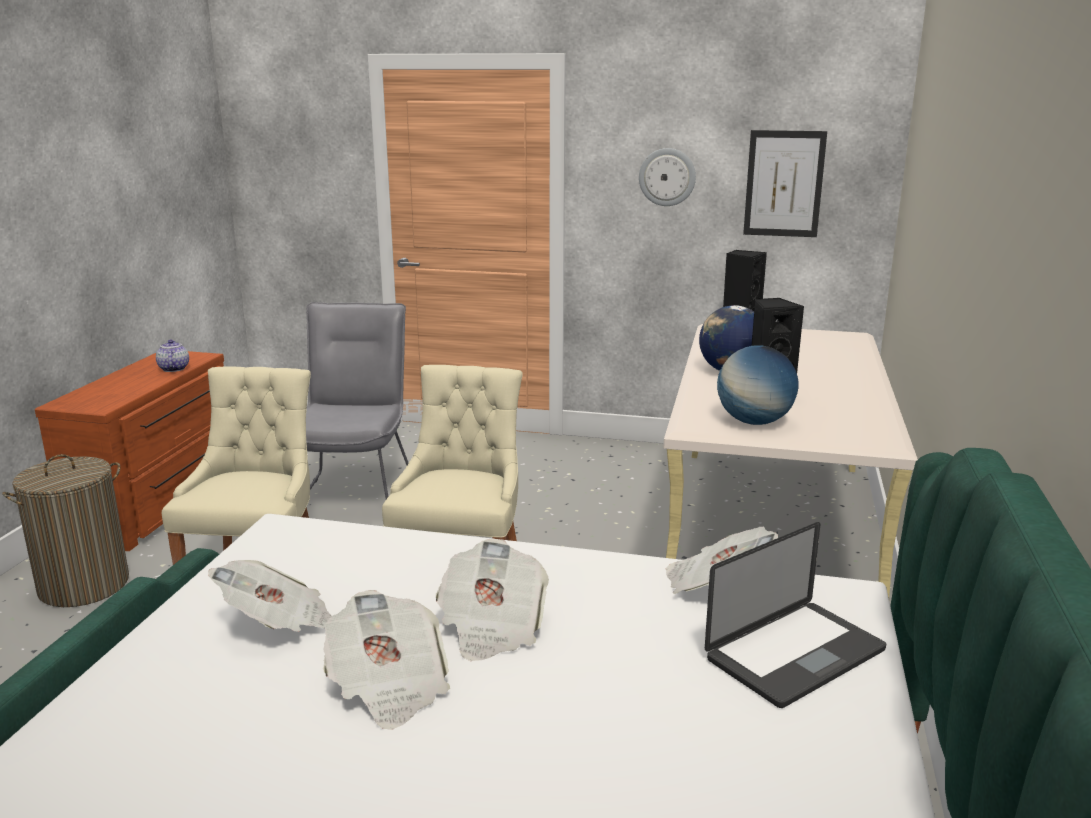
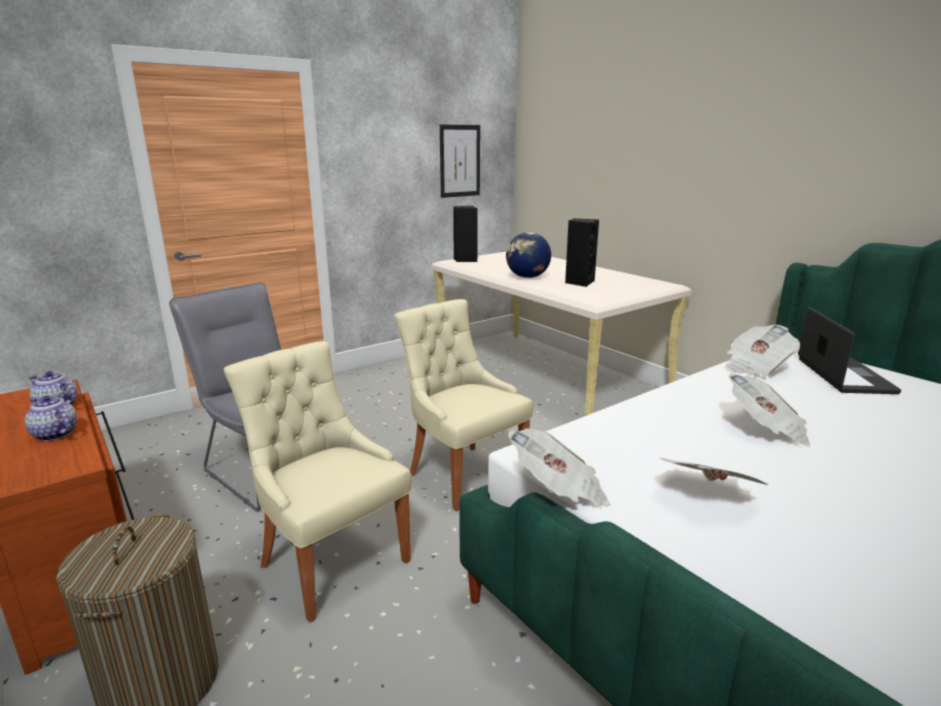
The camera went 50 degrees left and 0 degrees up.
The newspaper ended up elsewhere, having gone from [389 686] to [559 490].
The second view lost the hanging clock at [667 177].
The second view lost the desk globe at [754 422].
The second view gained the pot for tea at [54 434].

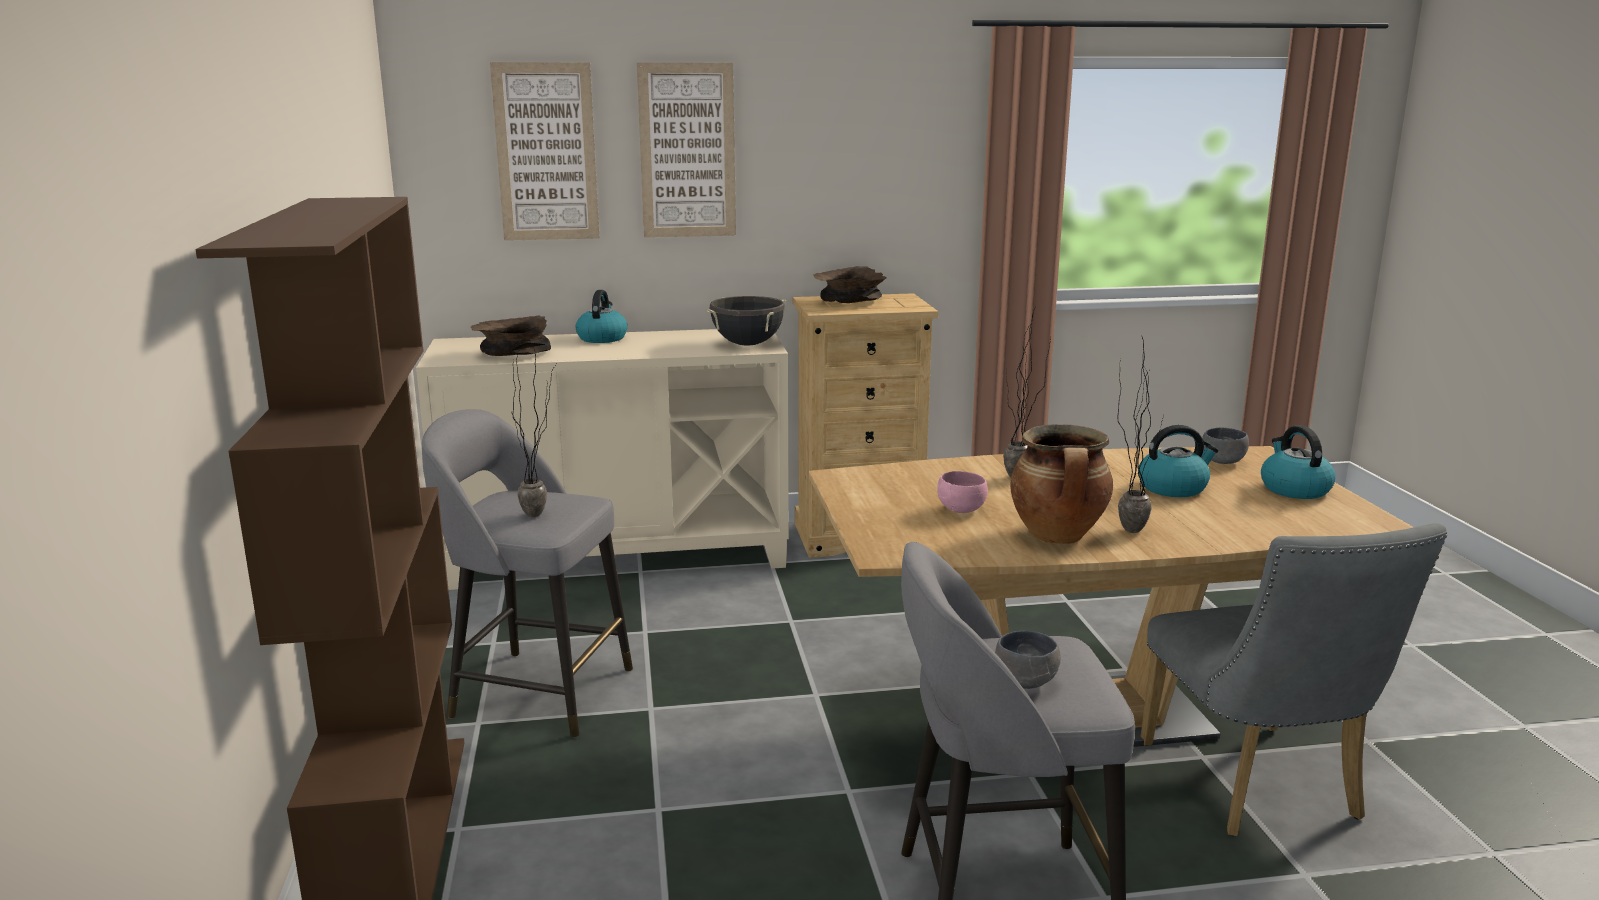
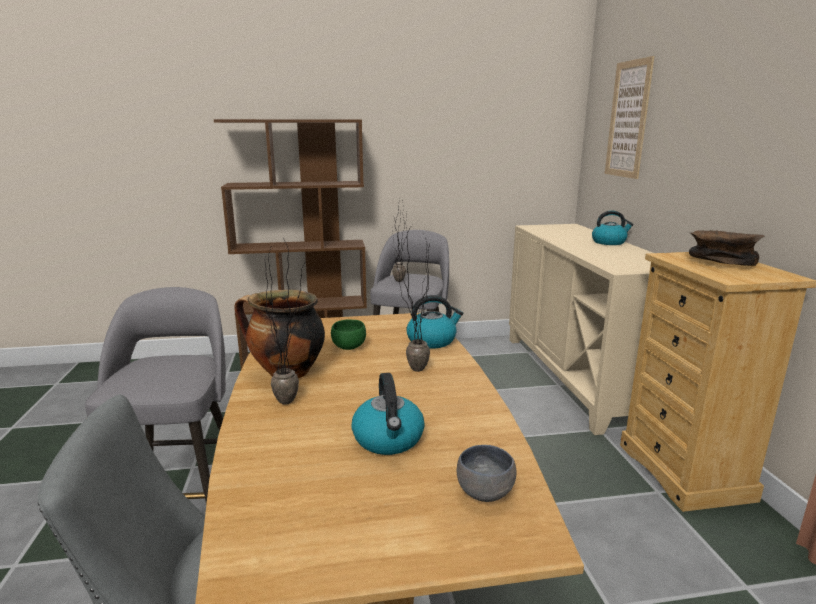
The camera went 90 degrees right and 0 degrees up.
The second view lost the brown-coloured serving bowl at [512 355].
The second view lost the wall art at [687 151].
The second view lost the black-coloured stockpot at [747 344].
What was the pinkish serving bowl at [963 510] turned into the green serving bowl at [349 348].
The second view lost the grey serving bowl at [1023 681].
The water kettle ended up elsewhere, having gone from [1294 489] to [432 340].

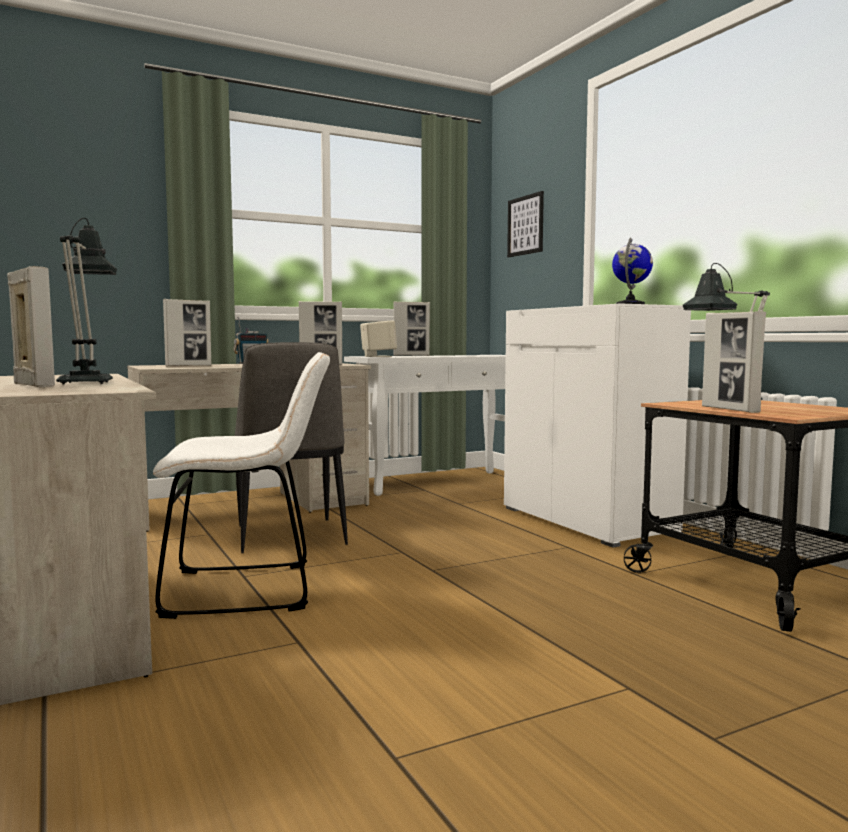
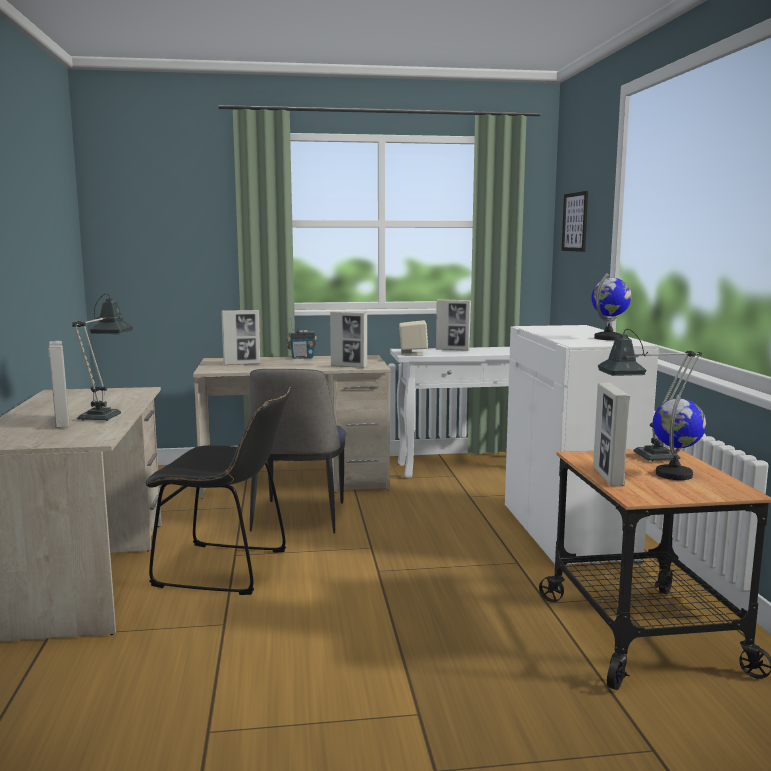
The camera went 20 degrees right and 5 degrees up.
What was the white-coloured chair at [250 589] turned into the black-coloured chair at [229 569].
The second view gained the desk globe at [674 474].

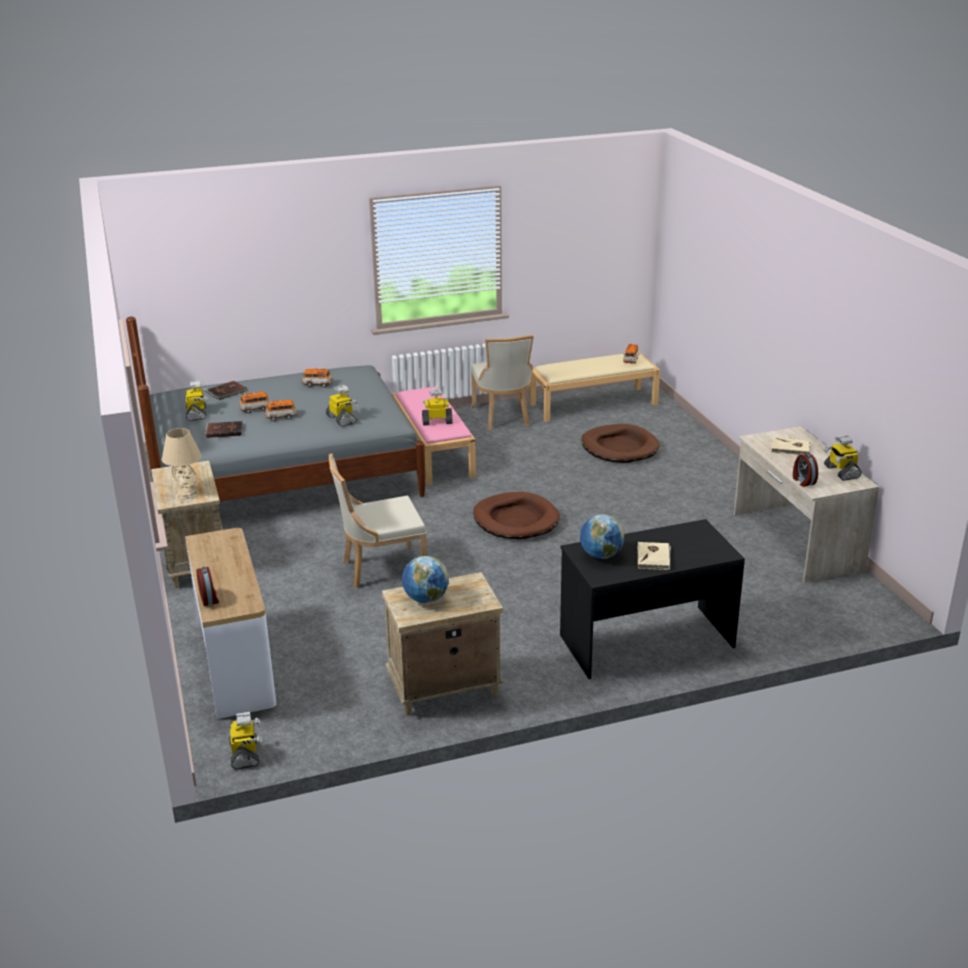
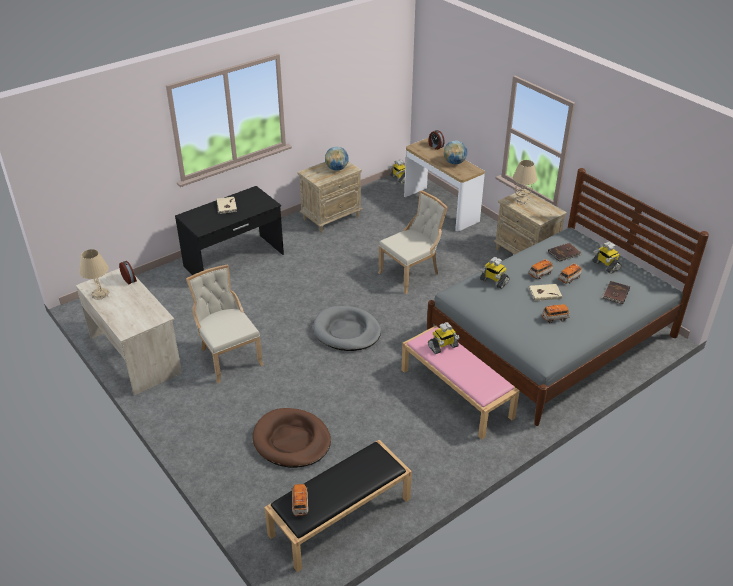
The camera went 160 degrees right and 10 degrees up.
The beige chair ended up elsewhere, having gone from [503 417] to [228 356].
What was the brown-coloured pet bed at [516 520] turned into the grey pet bed at [347 331].
What was the beige indoor bench at [594 404] turned into the black-coloured indoor bench at [340 517].
The desk globe ended up elsewhere, having gone from [601 555] to [454 162].
The beige book ended up elsewhere, having gone from [790 448] to [544 293].
Where the model robot stood at [841 472], the beige table lamp came to stand at [99 294].

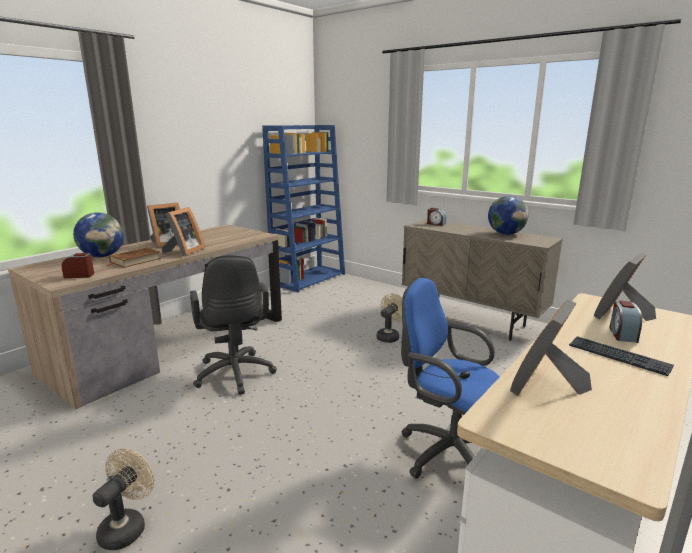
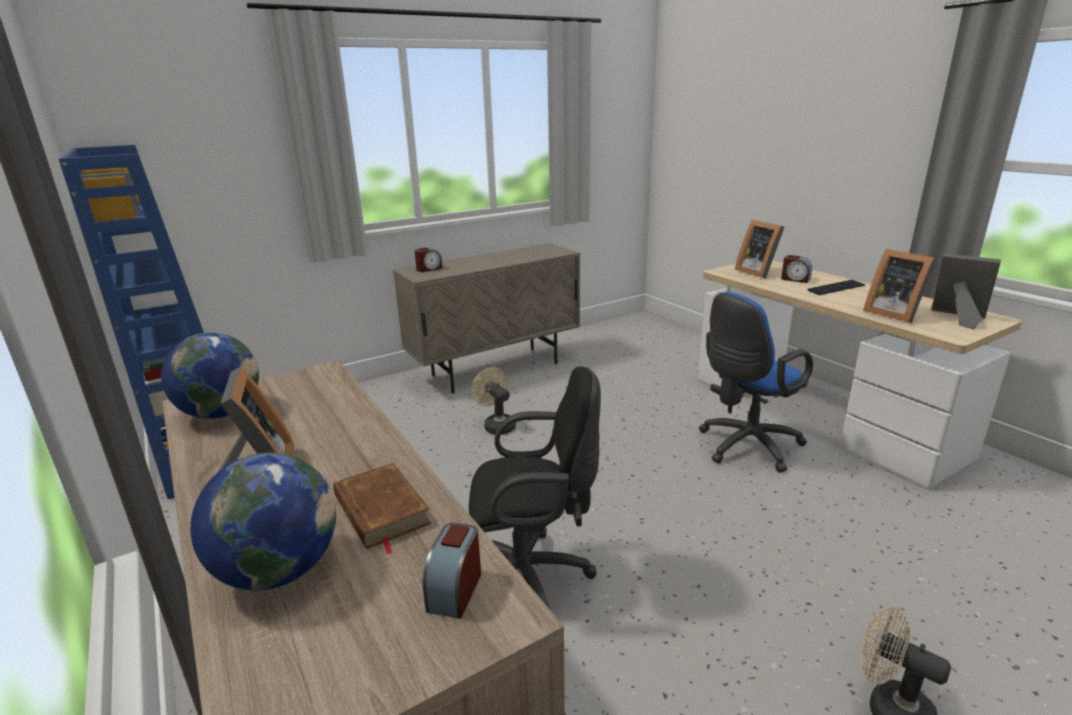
The camera went 70 degrees left and 5 degrees up.
The standing frame ended up elsewhere, having gone from [184 251] to [958 318].
The desk globe ended up elsewhere, having gone from [505 234] to [221 413].

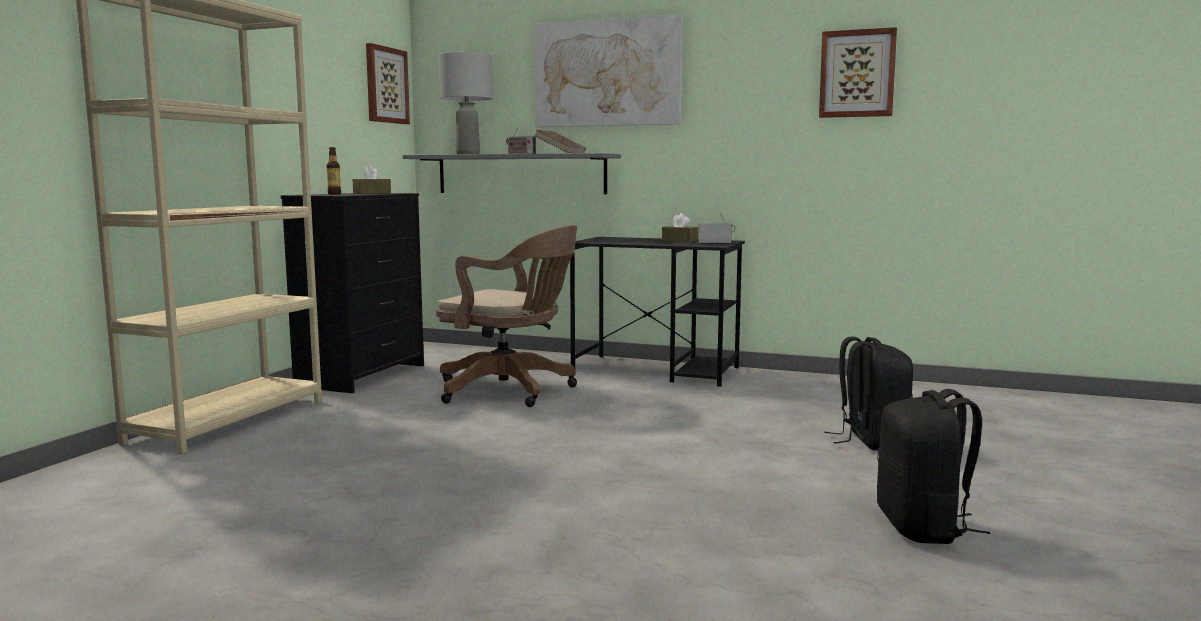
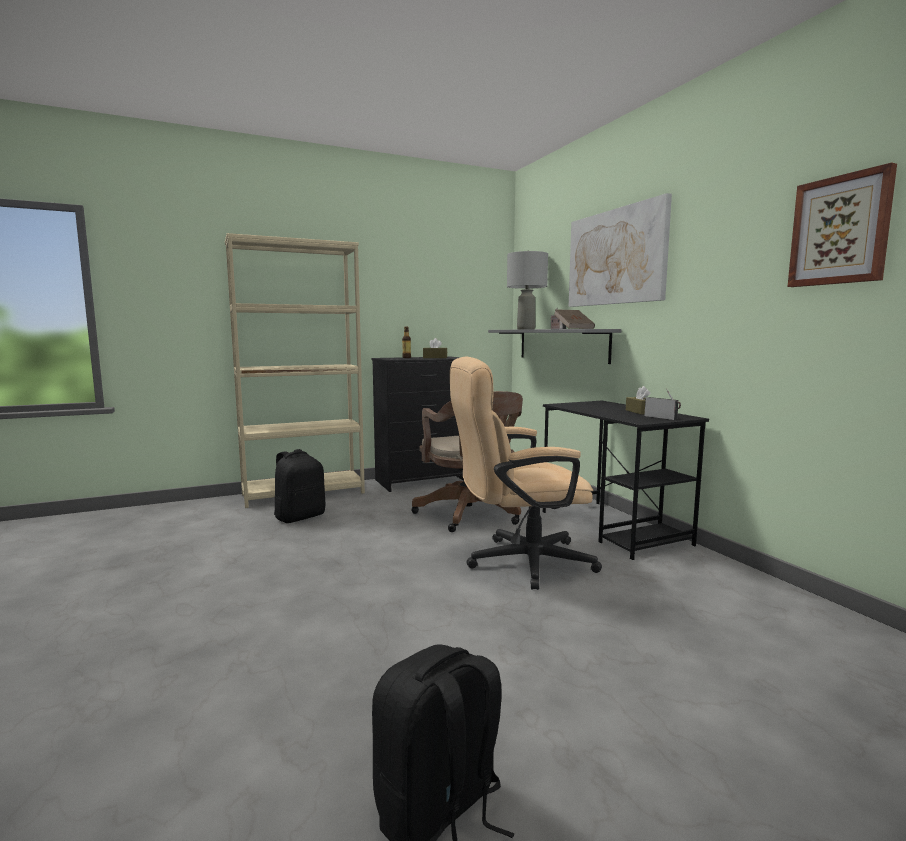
The camera went 45 degrees right and 0 degrees up.
The second view lost the wall art at [386 85].
The black-coloured backpack ended up elsewhere, having gone from [870 441] to [300 517].
The second view gained the beige desk chair at [518 562].

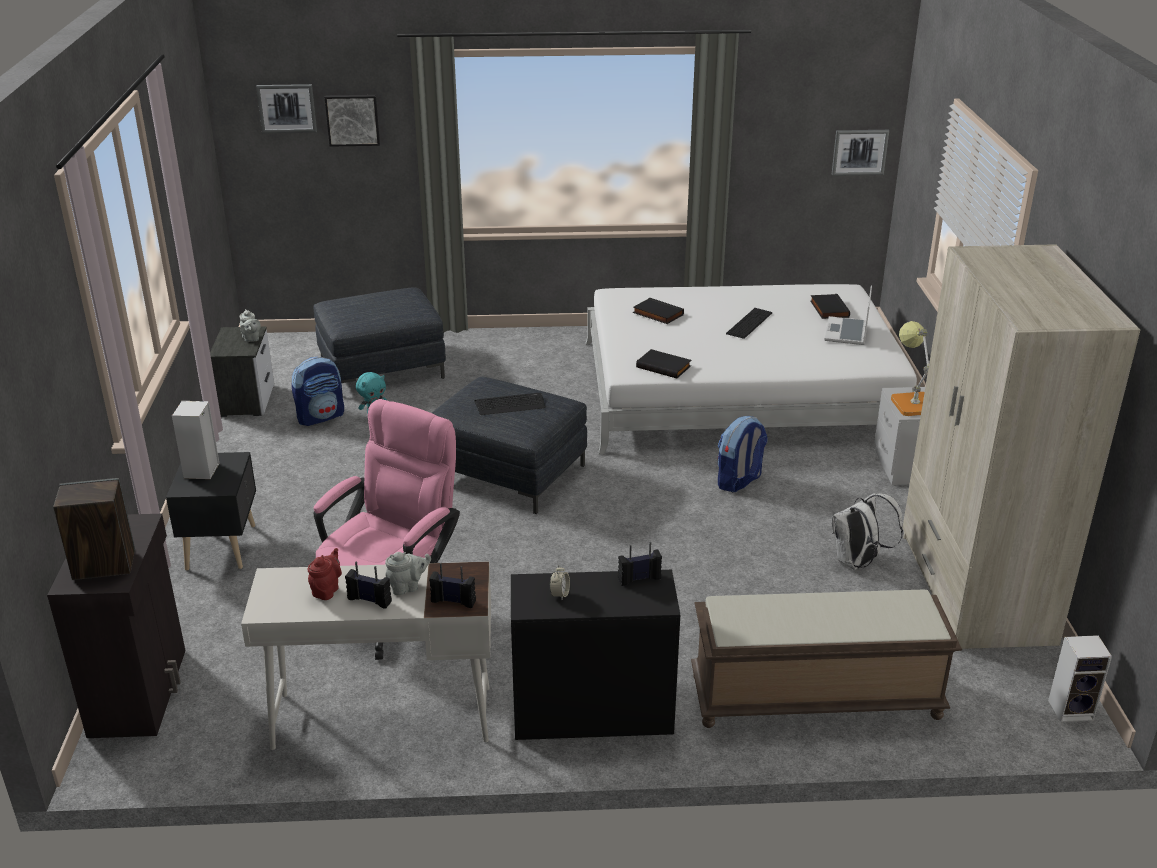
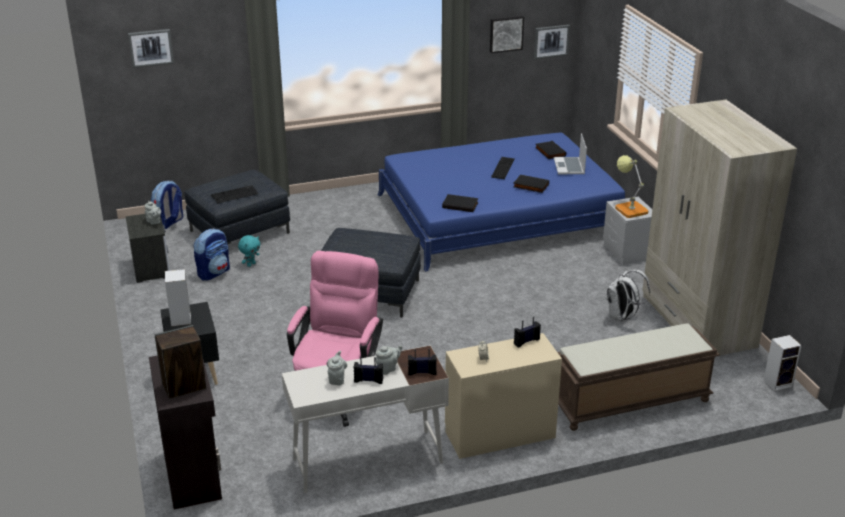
The camera went 15 degrees left and 0 degrees up.
What was the reddish pot for tea at [327 590] turned into the grey pot for tea at [337 379].
The wall art ended up elsewhere, having gone from [352 119] to [506 33].
The keyboard ended up elsewhere, having gone from [510 405] to [235 195].
What was the black-coloured dresser at [591 711] turned into the beige dresser at [498 433].
What was the white-coloured bed at [740 390] turned into the blue-coloured bed at [499 215].
The black-coloured book ended up elsewhere, having gone from [657 314] to [530 186].
The backpack ended up elsewhere, having gone from [739 482] to [169 223].

